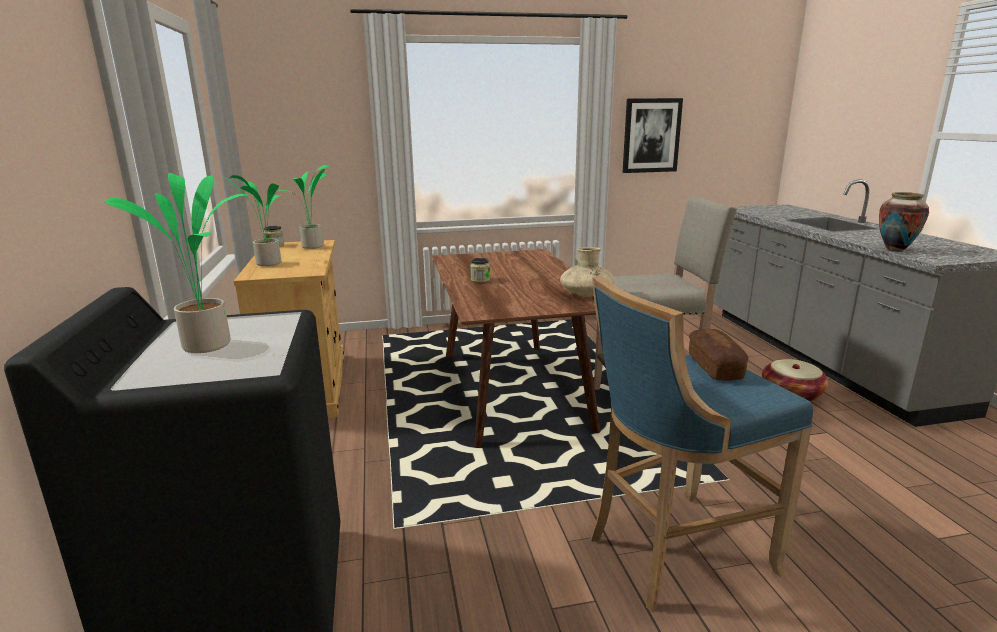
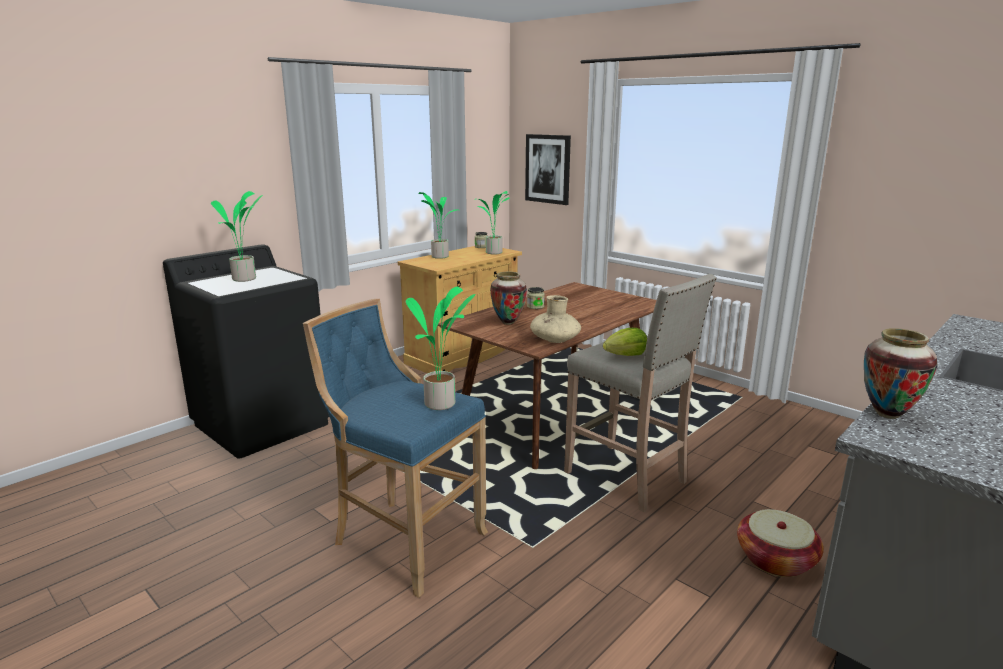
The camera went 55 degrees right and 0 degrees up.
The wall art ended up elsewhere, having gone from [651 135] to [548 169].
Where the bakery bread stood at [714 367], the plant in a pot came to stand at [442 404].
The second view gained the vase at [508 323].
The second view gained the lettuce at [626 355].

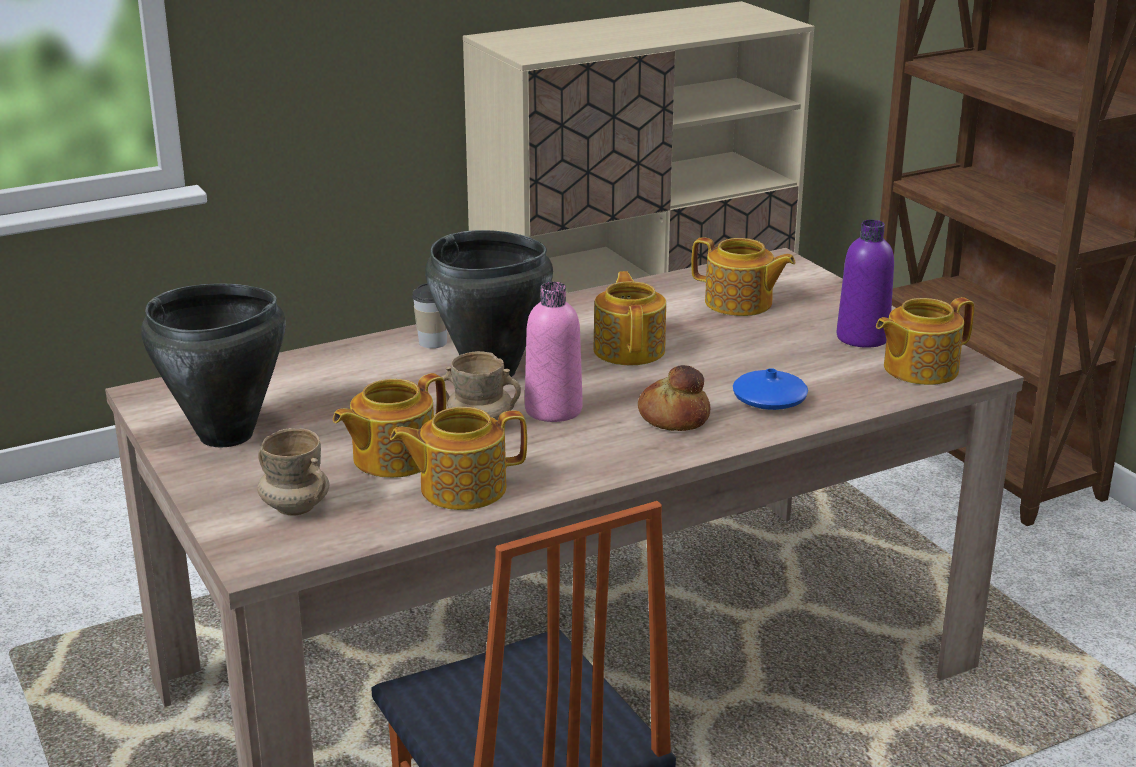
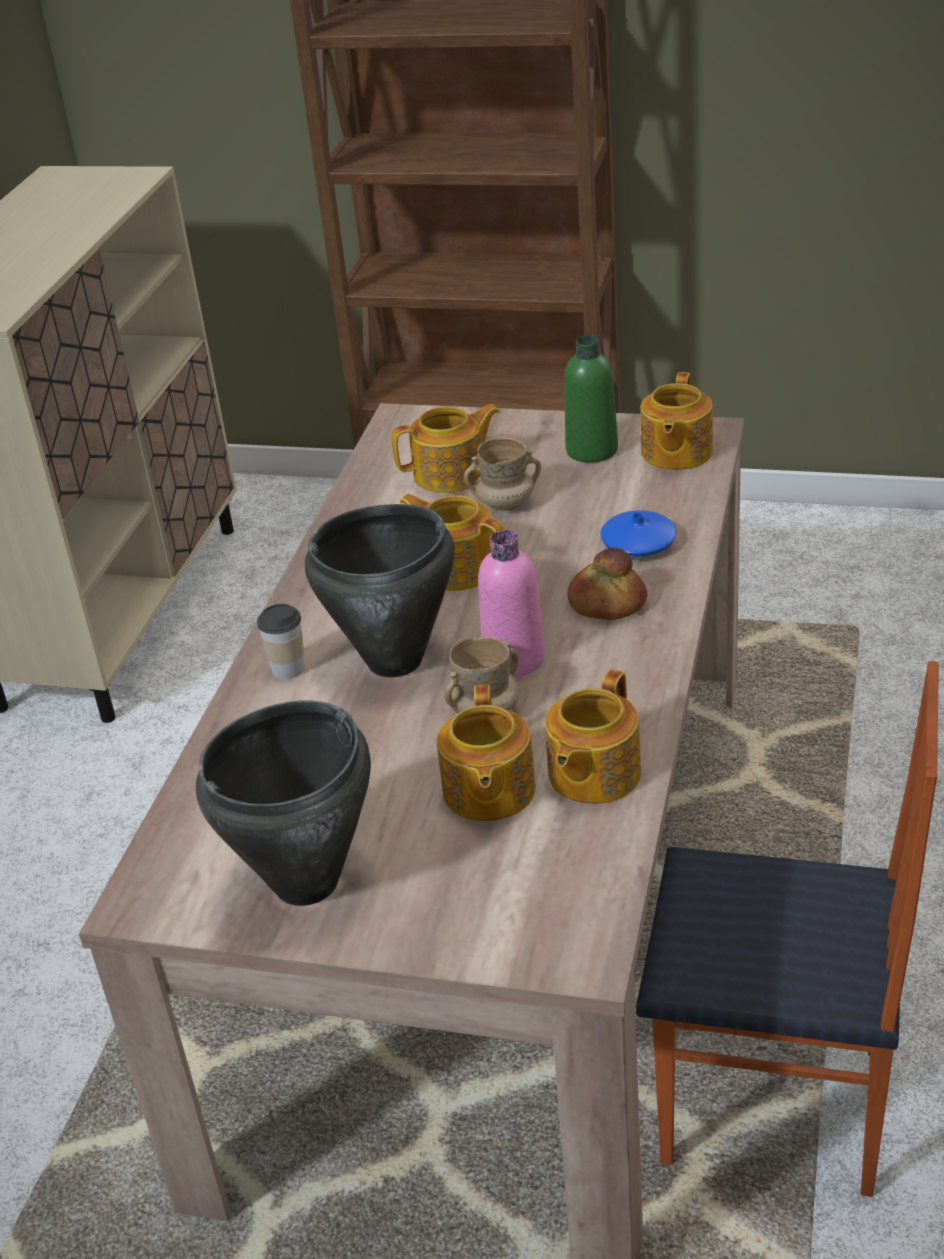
The camera went 45 degrees left and 10 degrees up.
The beige coffee mug ended up elsewhere, having gone from [295 507] to [505 504].
What was the purple-coloured beverage bottle at [862 338] turned into the green beverage bottle at [592 450].

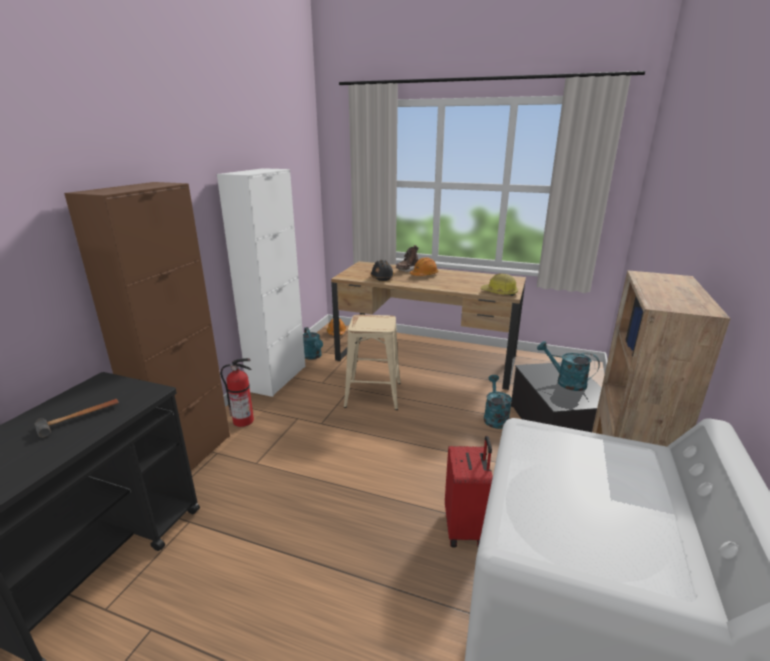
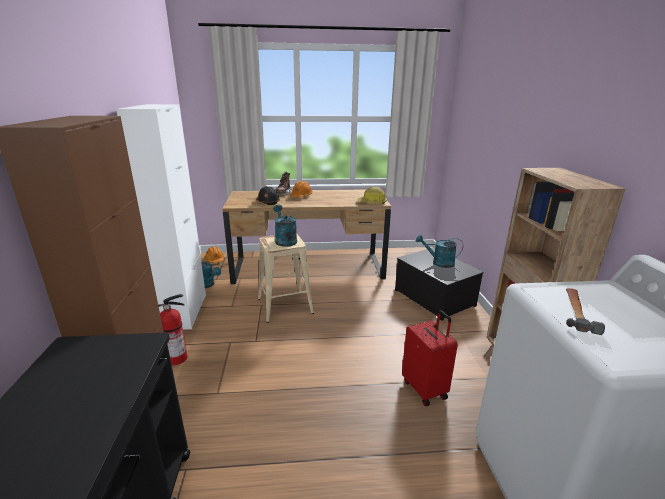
The camera went 25 degrees left and 0 degrees up.
The tool hammer ended up elsewhere, having gone from [80 418] to [577 312].
The blue-green watering can ended up elsewhere, having gone from [495 417] to [284 240].

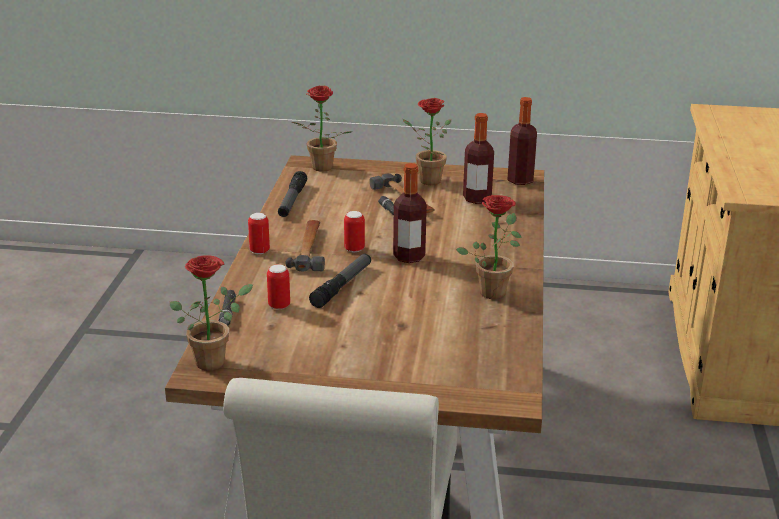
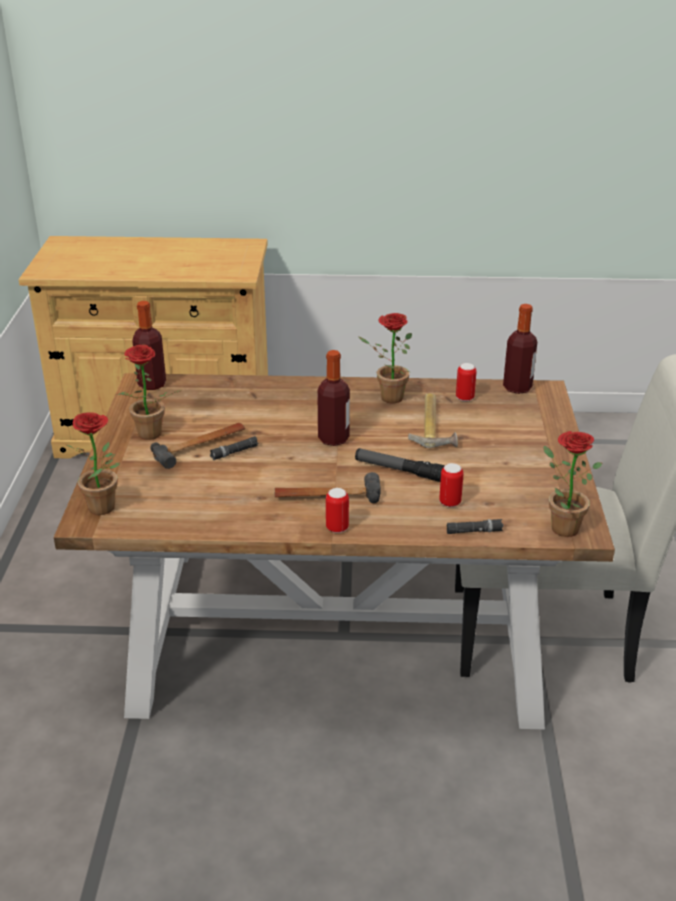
The camera went 95 degrees left and 5 degrees up.
The second view lost the flashlight at [292 201].
The can ended up elsewhere, having gone from [354 249] to [464 398].
The beverage bottle ended up elsewhere, having gone from [477 199] to [517 388].
The second view gained the tool hammer at [434 425].

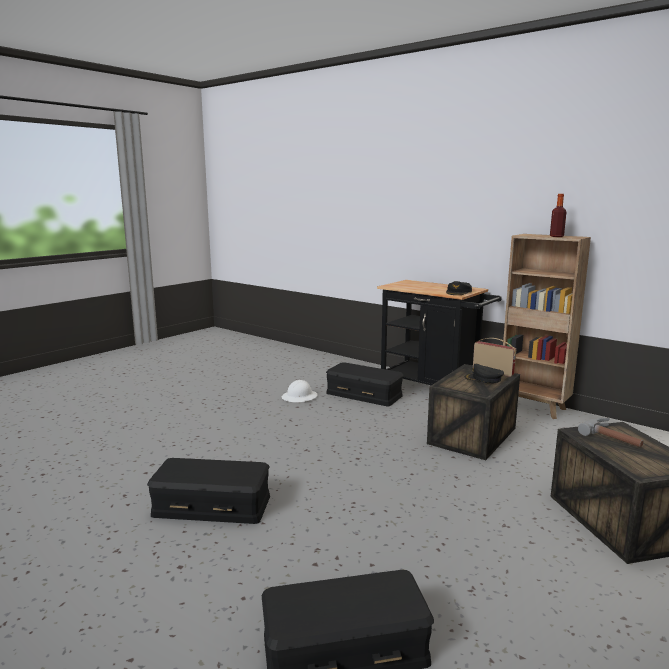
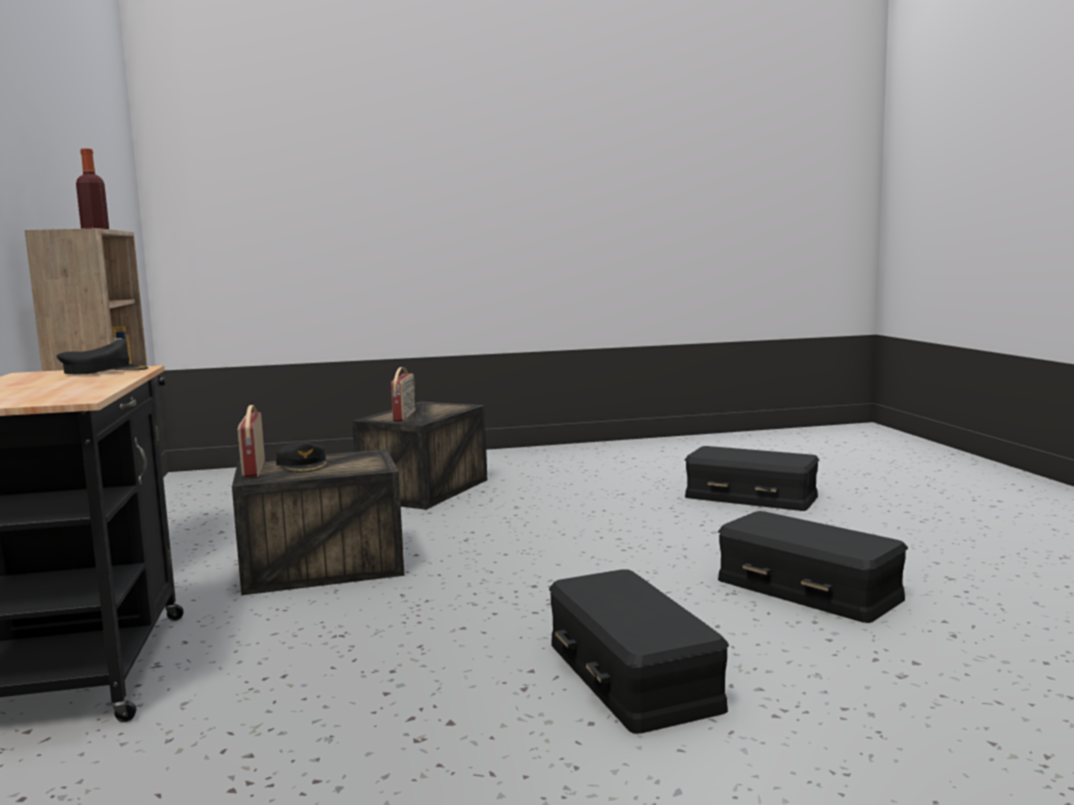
The camera went 140 degrees left and 5 degrees down.
The second view lost the white-coloured work helmet at [299 397].
The black-coloured storage box ended up elsewhere, having gone from [364 394] to [630 674].
Where the tool hammer stood at [615 438], the radio receiver came to stand at [405 416].

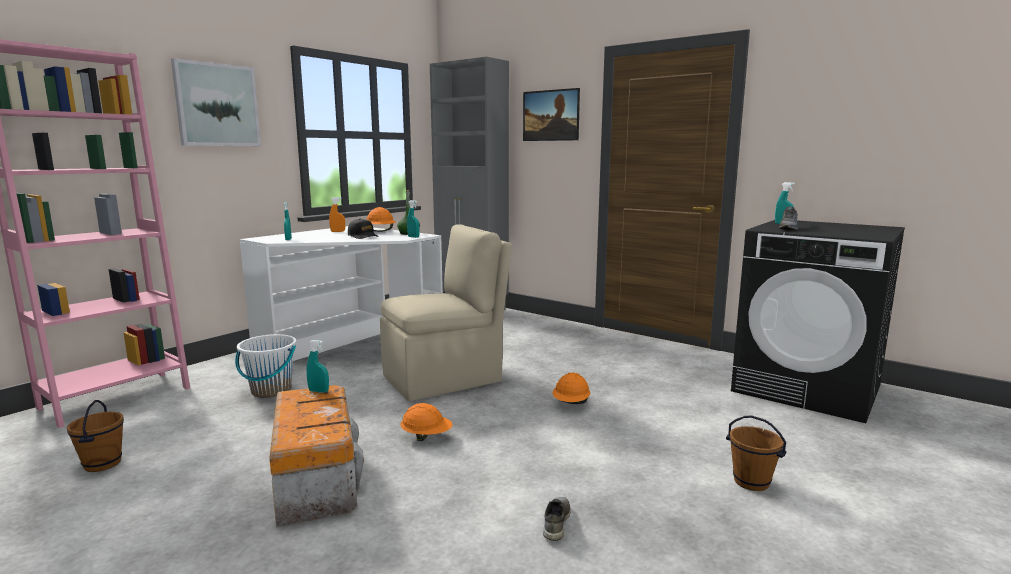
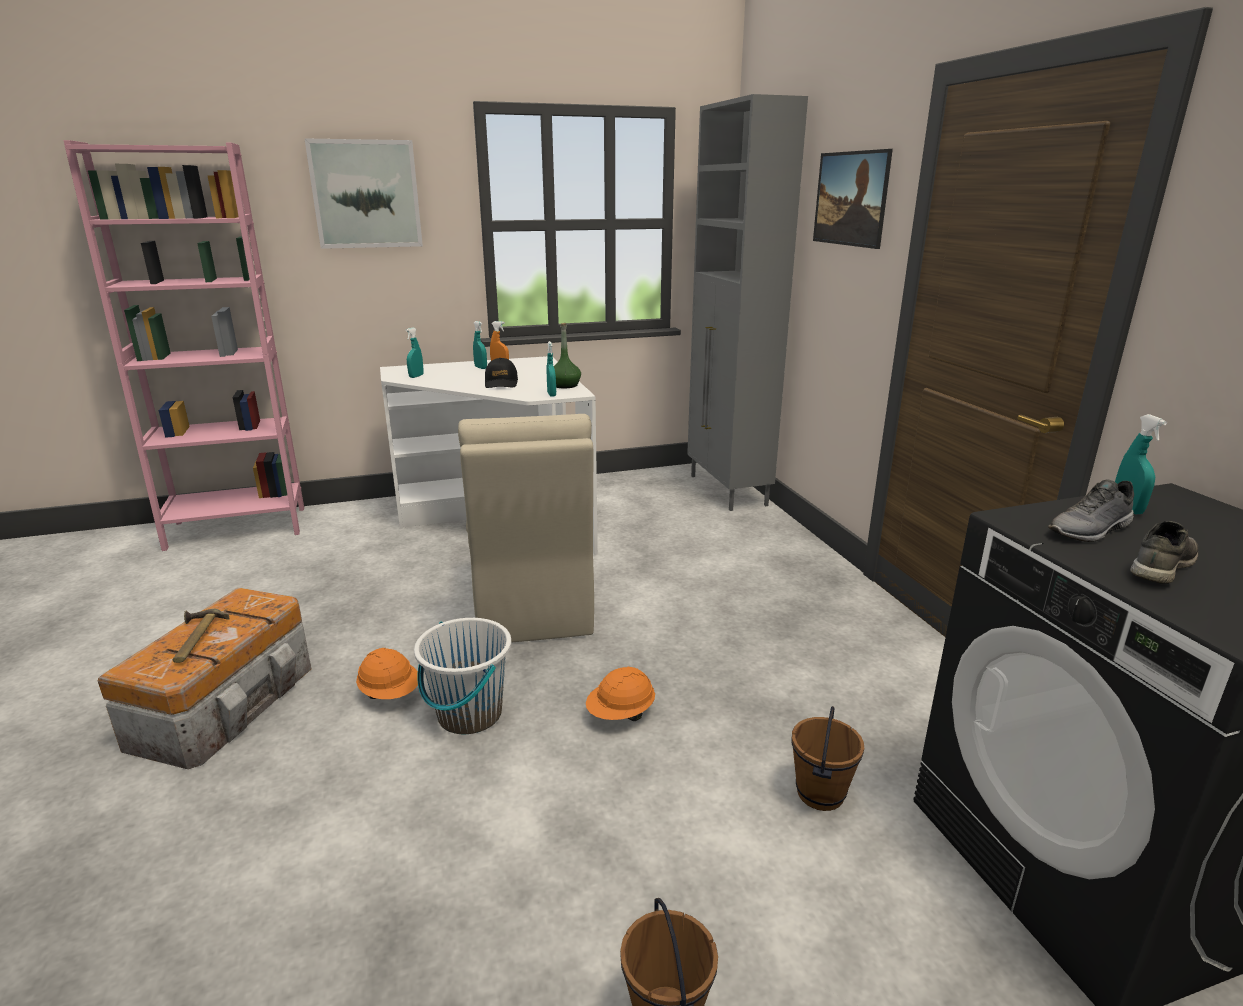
The camera went 35 degrees right and 10 degrees up.
The brown-coloured water bucket ended up elsewhere, having gone from [103 464] to [821 794].
The white-coloured water bucket ended up elsewhere, having gone from [271 391] to [469 714].
The blue-green sprayer ended up elsewhere, having gone from [318 391] to [481 368].
The second view lost the orange work helmet at [381 231].
The beige chair at [445 378] ended up facing another way, 75 degrees clockwise from before.
The grey low shoe ended up elsewhere, having gone from [555 523] to [1159 566].
The second view gained the tool hammer at [194 639].

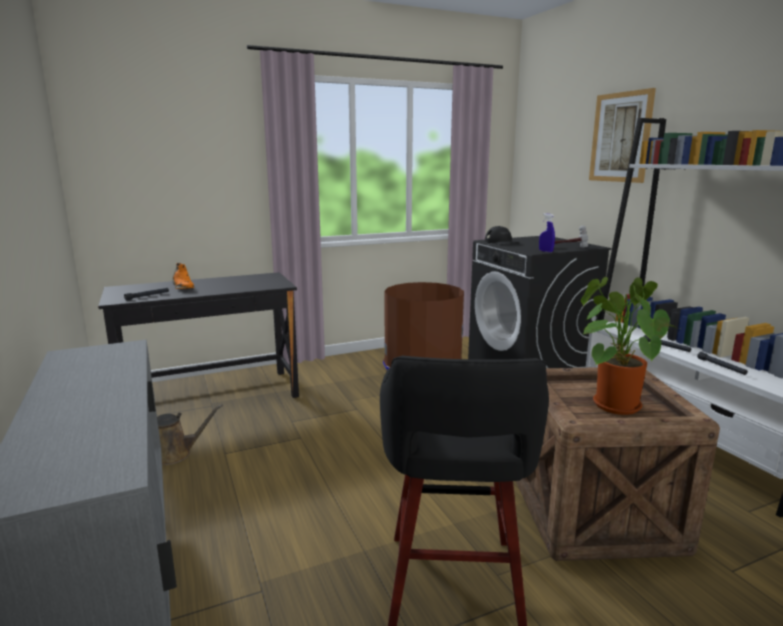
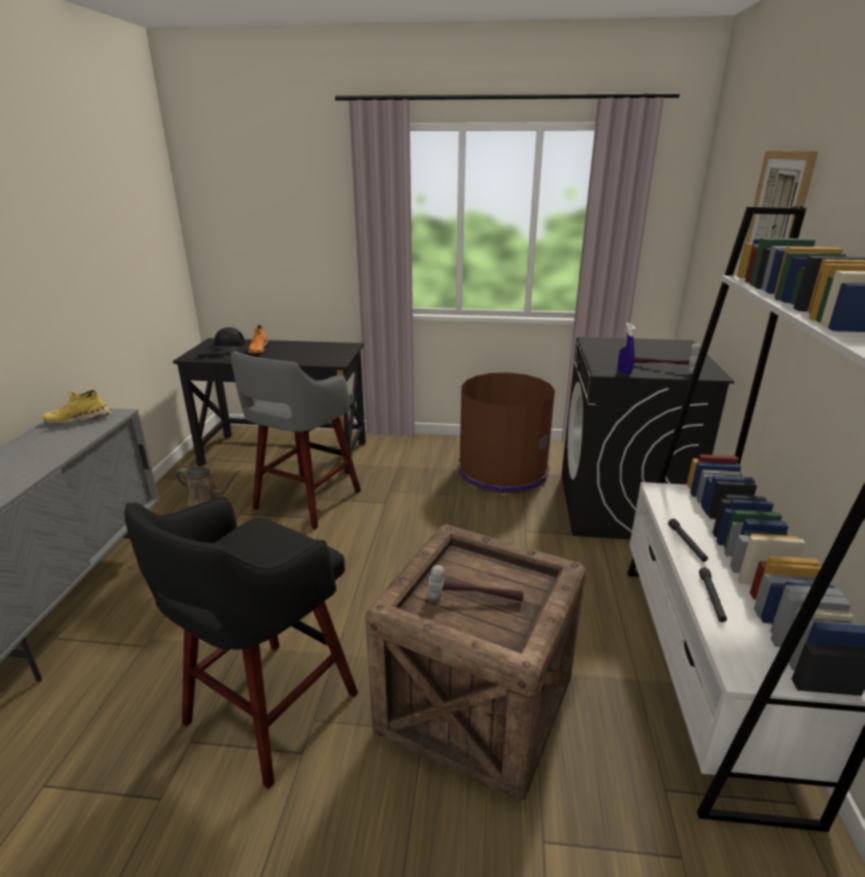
The camera went 30 degrees right and 10 degrees up.
The black-coloured peaked cap ended up elsewhere, having gone from [501 242] to [228 345].
Where the plant in a pot stood at [612 403], the tool hammer came to stand at [474 600].
The second view gained the yellowish low shoe at [79 419].
The second view gained the grey stool at [305 501].

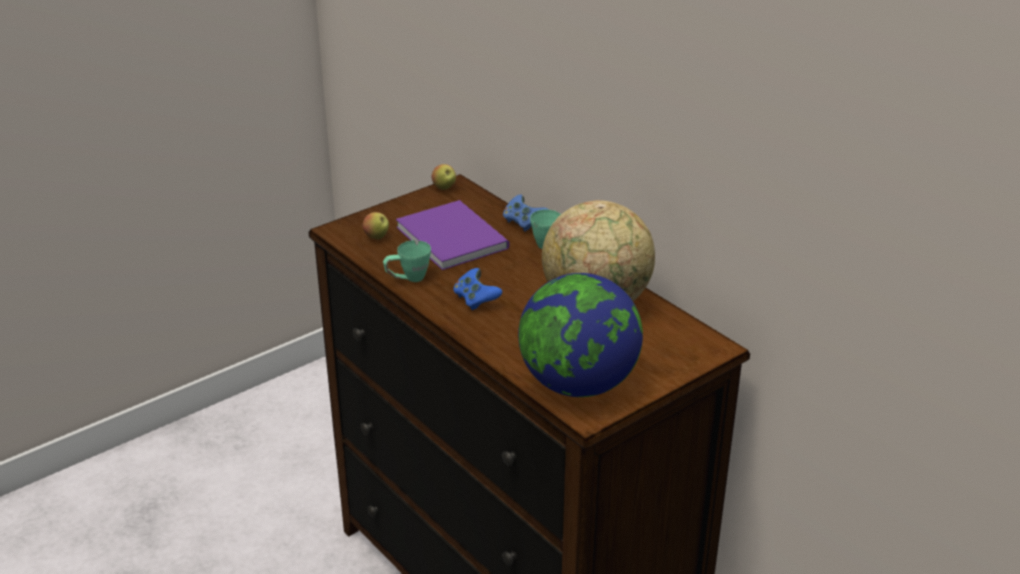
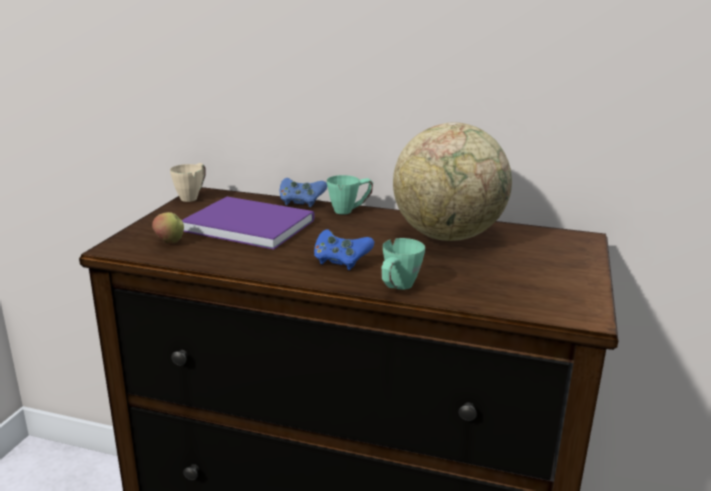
The camera went 35 degrees left and 10 degrees down.
The green coffee mug ended up elsewhere, having gone from [408 279] to [397 289].
Where the whole apple stood at [444 188], the beige coffee mug came to stand at [192 196].
The second view lost the desk globe at [578 384].

